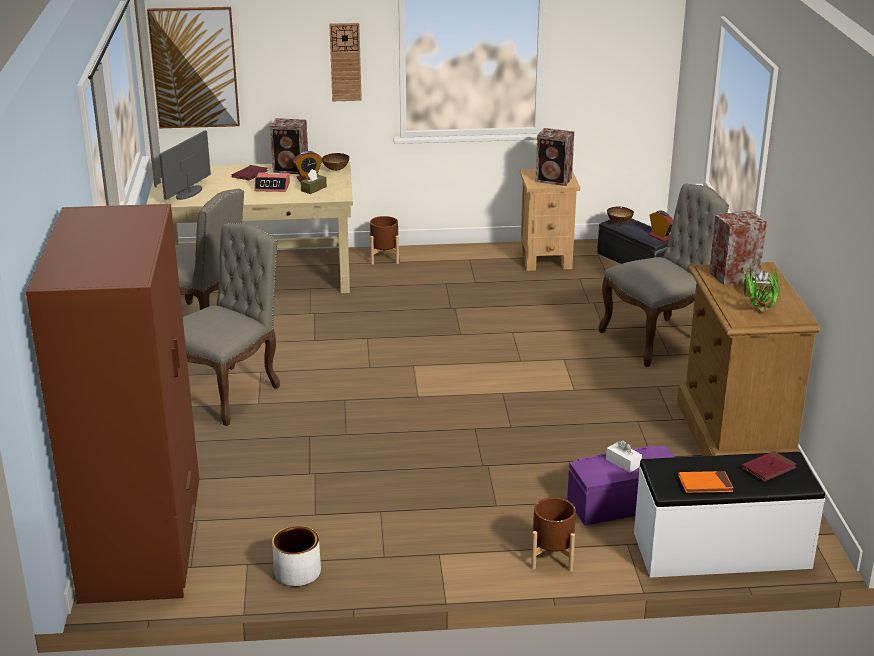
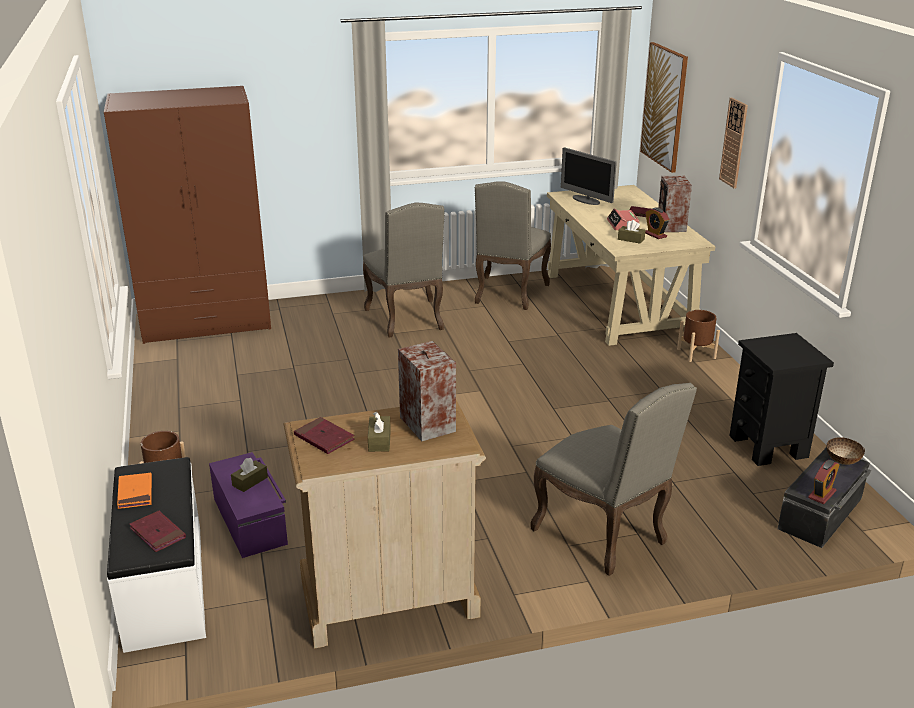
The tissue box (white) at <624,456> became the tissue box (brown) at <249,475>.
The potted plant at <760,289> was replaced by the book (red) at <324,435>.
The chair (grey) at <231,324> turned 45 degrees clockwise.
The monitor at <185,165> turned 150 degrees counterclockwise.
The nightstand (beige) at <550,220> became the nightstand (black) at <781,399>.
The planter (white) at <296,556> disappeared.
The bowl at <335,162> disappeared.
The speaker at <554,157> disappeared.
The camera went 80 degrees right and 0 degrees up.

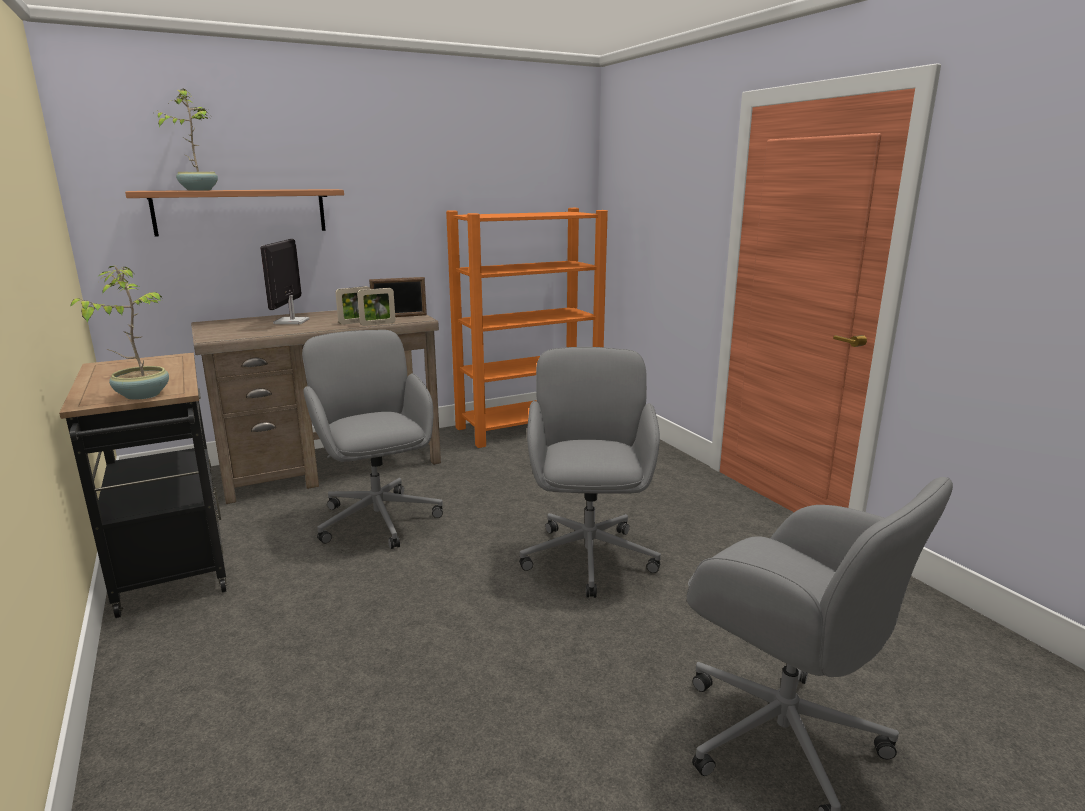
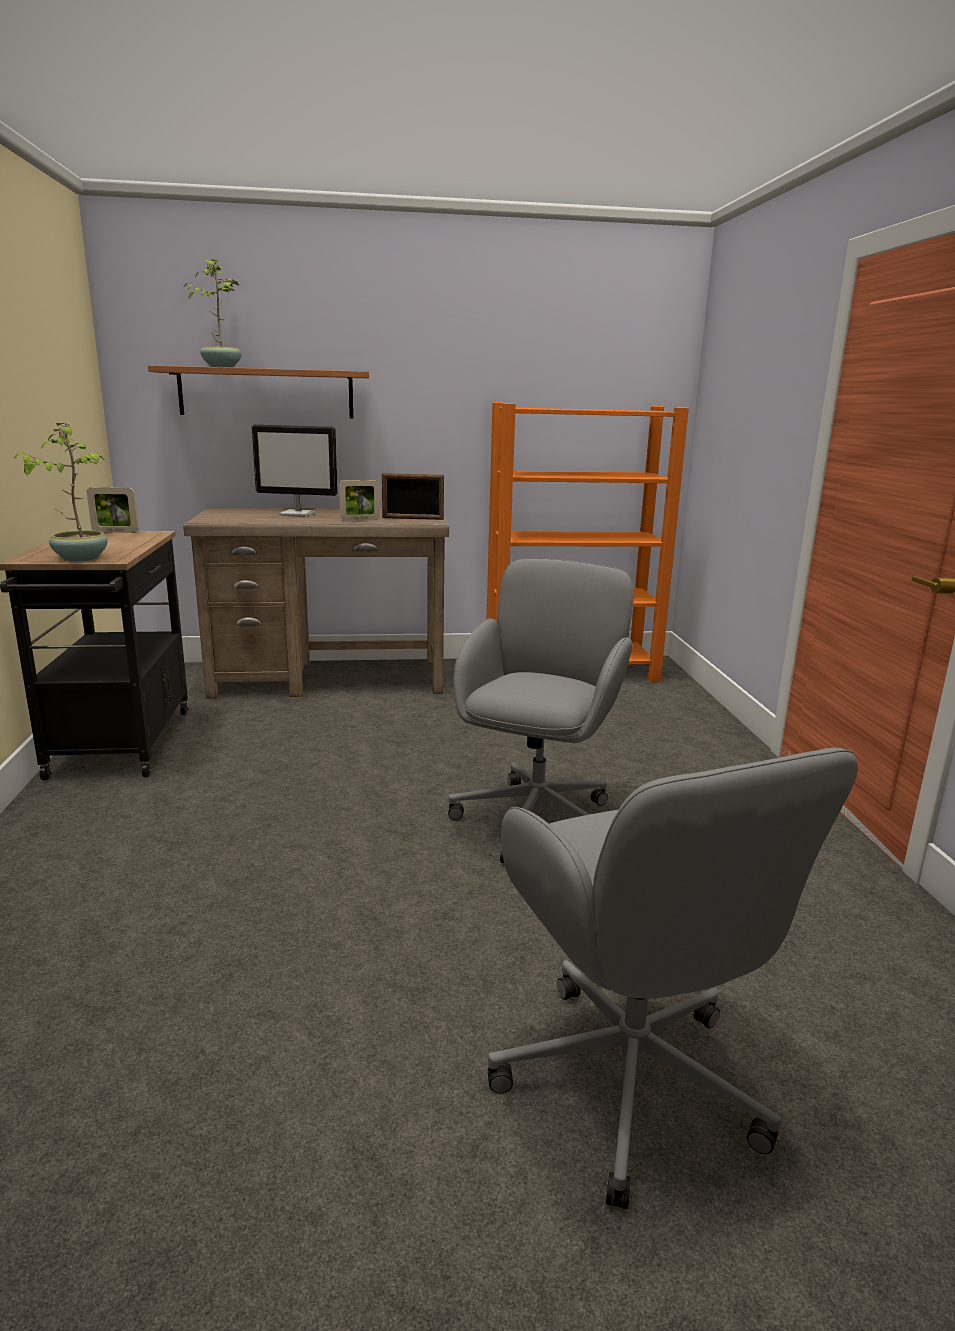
The picture frame moved from <376,307> to <113,510>.
The monitor at <284,281> turned 105 degrees counterclockwise.
The office chair (grey) at <372,439> disappeared.
The camera went 20 degrees right and 0 degrees up.

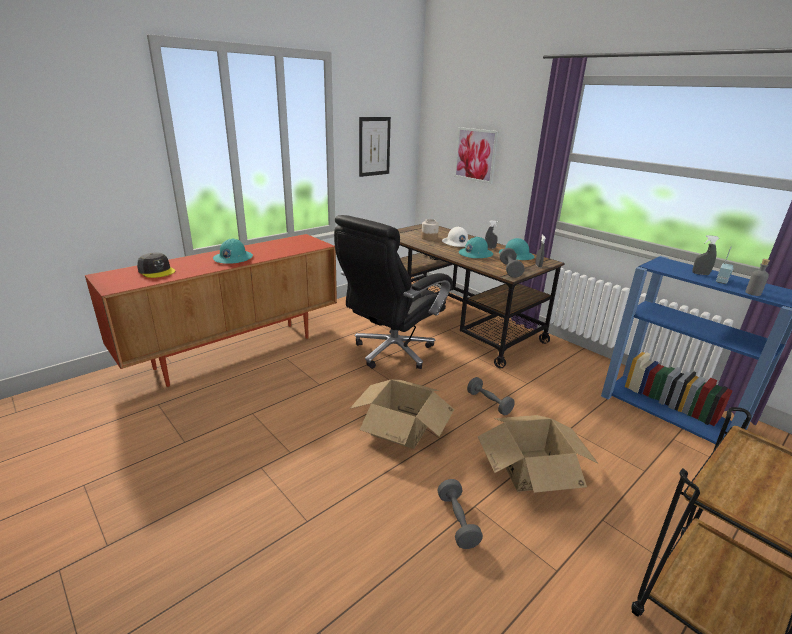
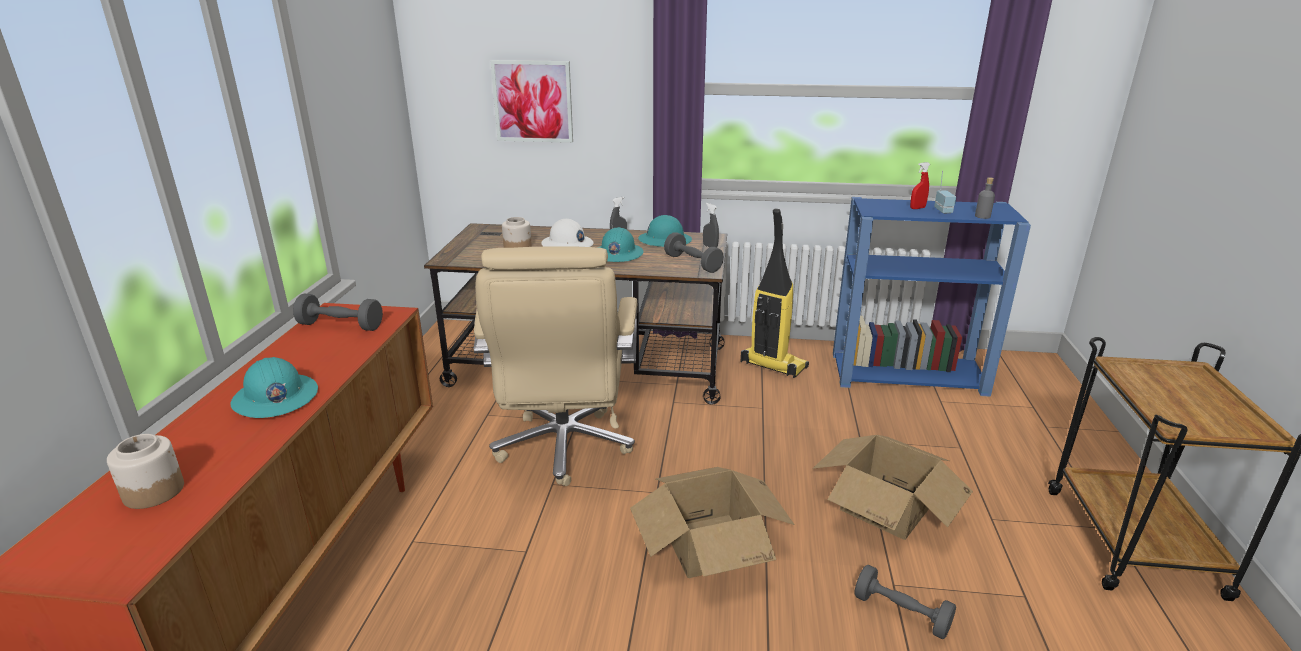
The cap (grey) at <156,265> was replaced by the jar at <145,471>.
The dumbbell (grey) moved from <491,396> to <338,312>.
The office chair (black) at <393,292> became the office chair (beige) at <555,366>.
The vacuum cleaner at <774,293> appeared.
The spray bottle (grey) at <706,255> became the spray bottle (red) at <920,185>.
The picture at <375,147> disappeared.
The camera went 40 degrees left and 0 degrees up.

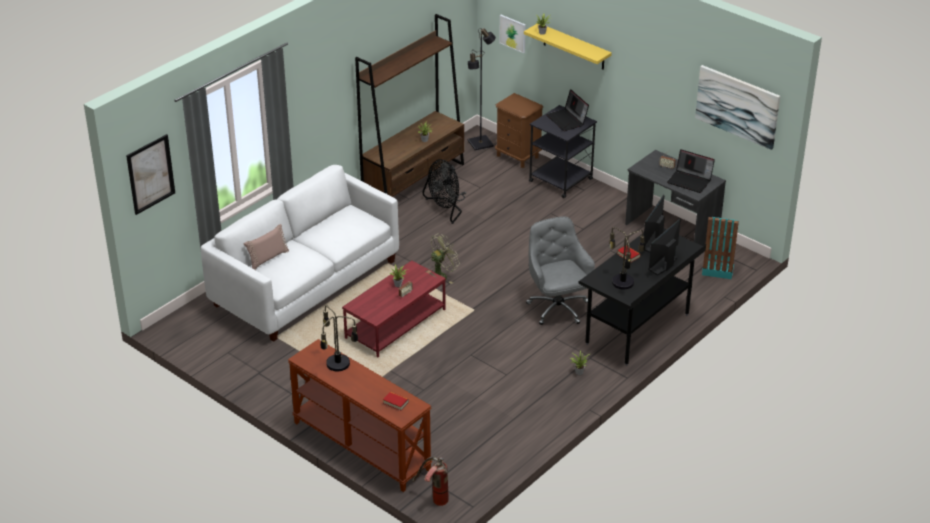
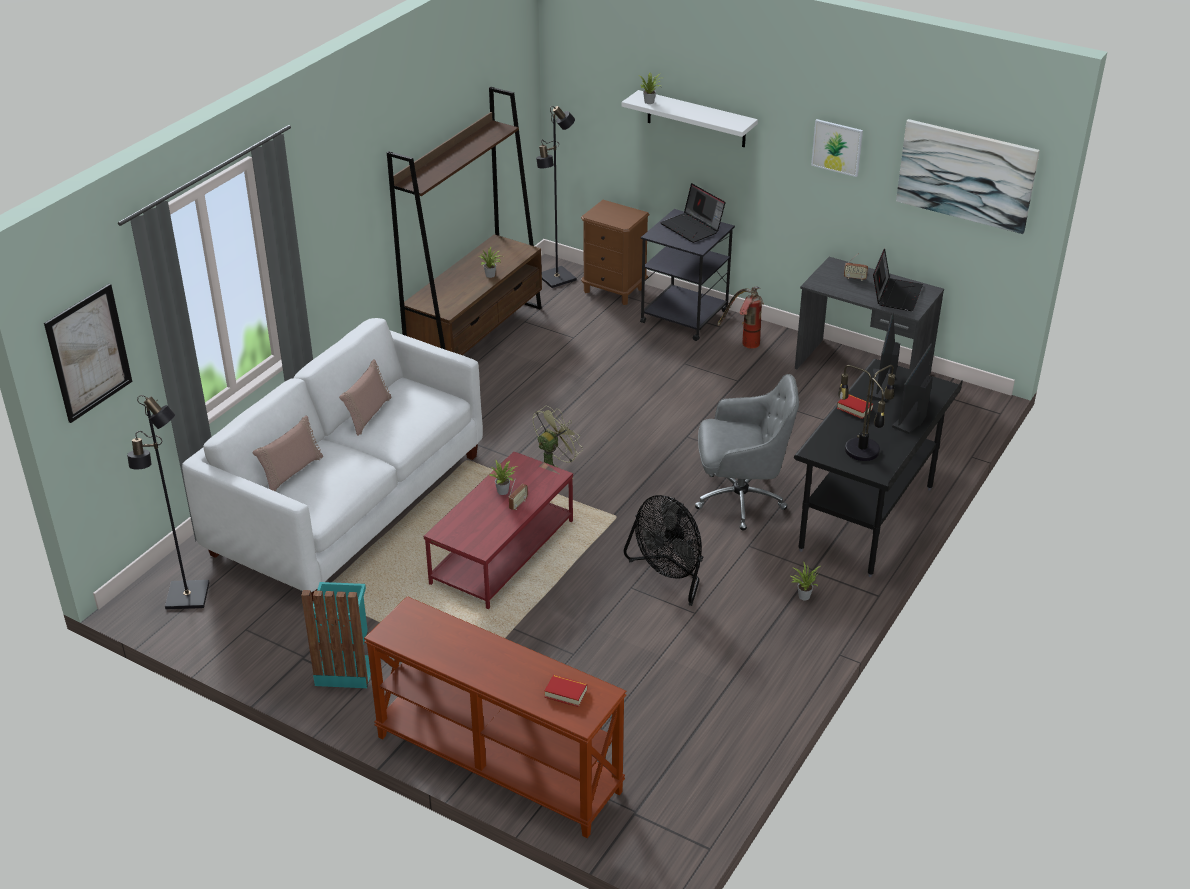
The floor lamp (black) at <168,502> appeared.
The trash can (turquoise) moved from <720,248> to <336,635>.
The pillow (beige) at <365,397> appeared.
The shelf (yellow) at <568,47> became the shelf (white) at <690,118>.
The fan (black) moved from <444,191> to <663,550>.
The office chair (grey) at <560,270> turned 120 degrees clockwise.
The fire extinguisher moved from <430,481> to <740,318>.
The picture moved from <512,34> to <837,148>.
The laptop at <691,171> turned 90 degrees counterclockwise.
The table lamp at <339,338> disappeared.
The camera went 10 degrees left and 0 degrees up.

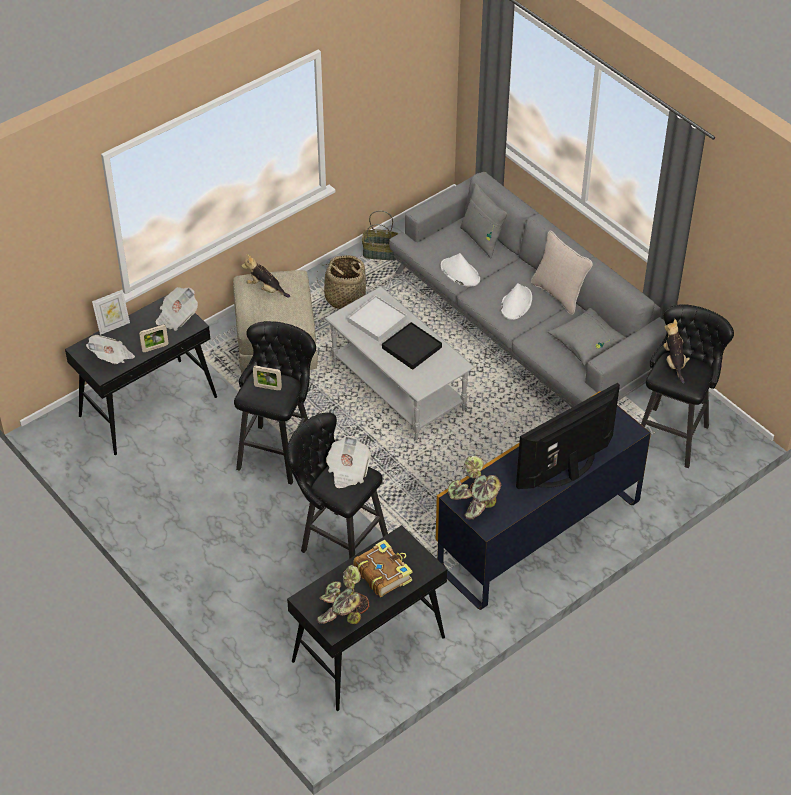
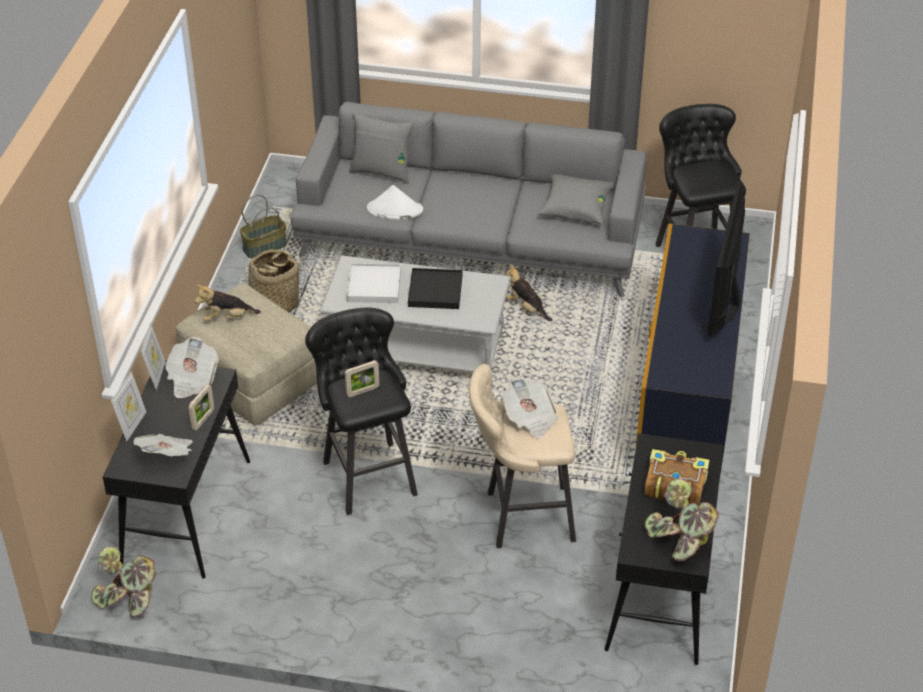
The potted plant moved from <474,487> to <123,582>.
The picture frame at <153,356> appeared.
The stool (black) at <337,485> became the stool (beige) at <522,456>.
The plush toy moved from <676,351> to <528,292>.
The hat (white) at <516,301> disappeared.
The pillow (beige) at <562,273> disappeared.
The camera went 40 degrees left and 5 degrees down.

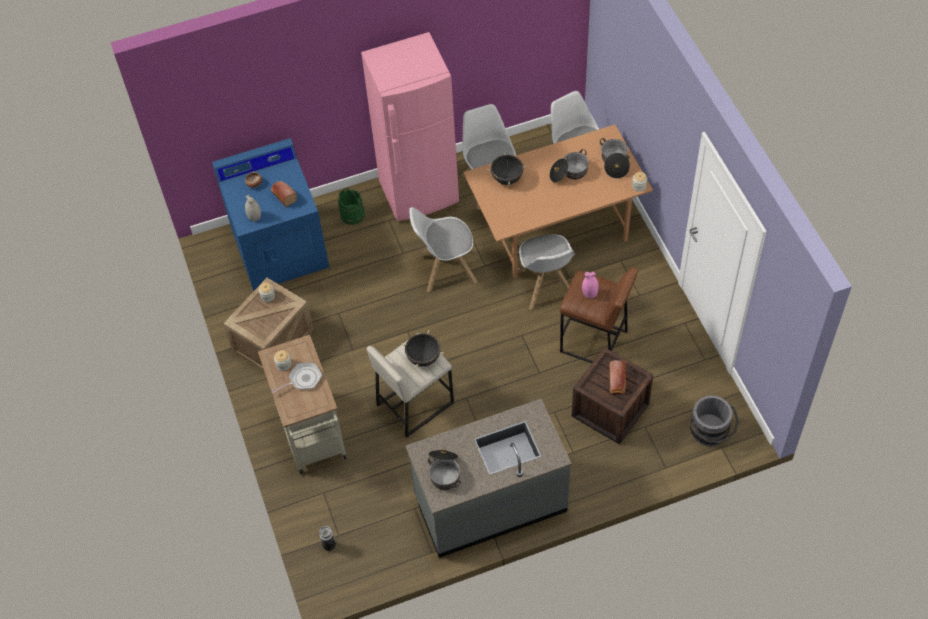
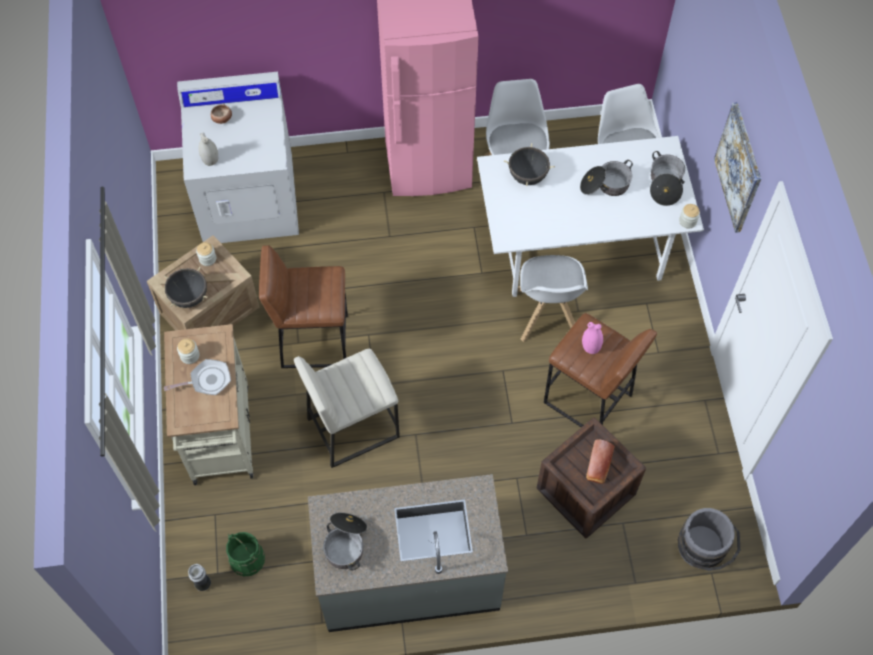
The cooking pot (black) moved from <422,348> to <185,287>.
The washing machine (blue) at <270,214> became the washing machine (white) at <238,157>.
The bucket (green) moved from <351,206> to <245,554>.
The stool (brown) at <303,306> appeared.
The dining table (brown) at <558,201> became the dining table (white) at <590,216>.
The picture at <737,167> appeared.
The bread at <284,194> disappeared.
The chair at <443,249> disappeared.
The camera went 10 degrees right and 5 degrees up.

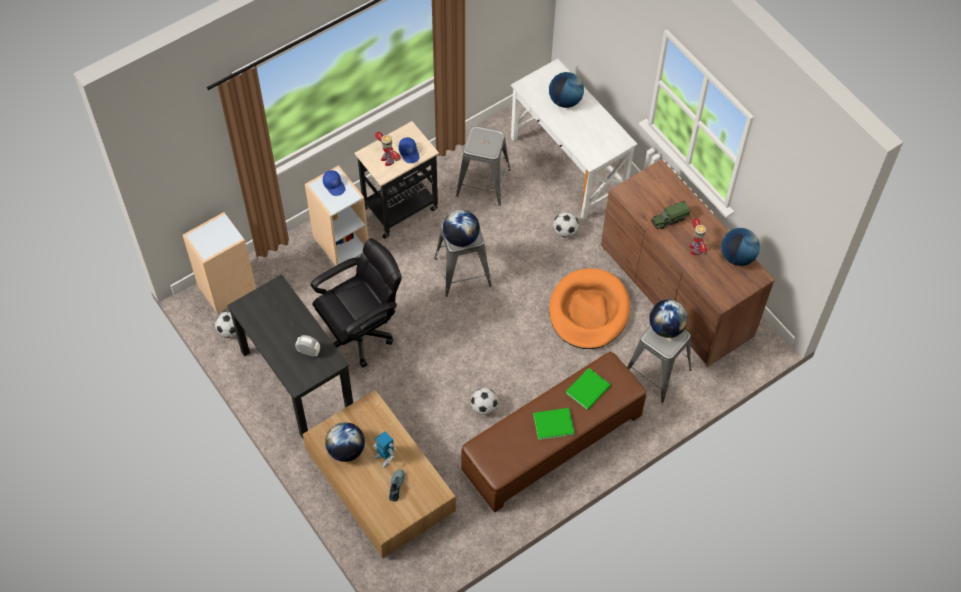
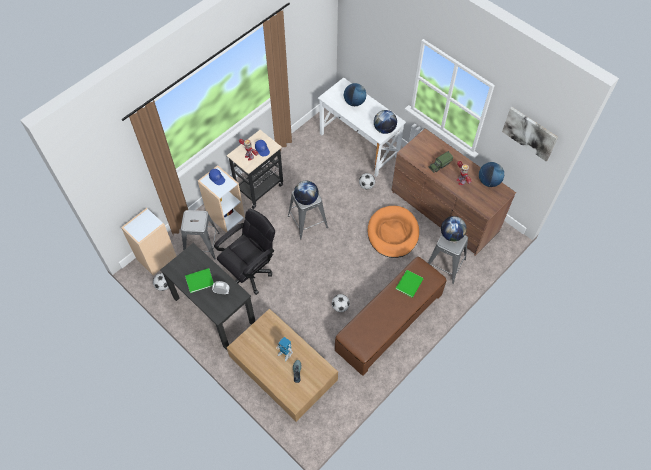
The stool (grey) moved from <483,166> to <200,235>.
The book (green) moved from <553,424> to <199,280>.
The globe moved from <345,442> to <385,122>.
The picture at <530,134> appeared.
The camera went 10 degrees left and 0 degrees up.

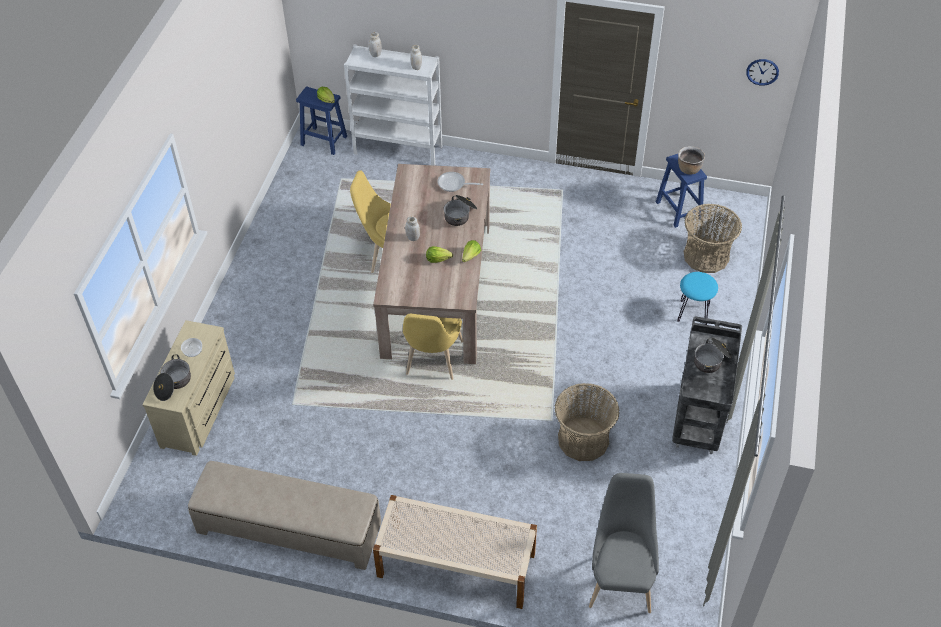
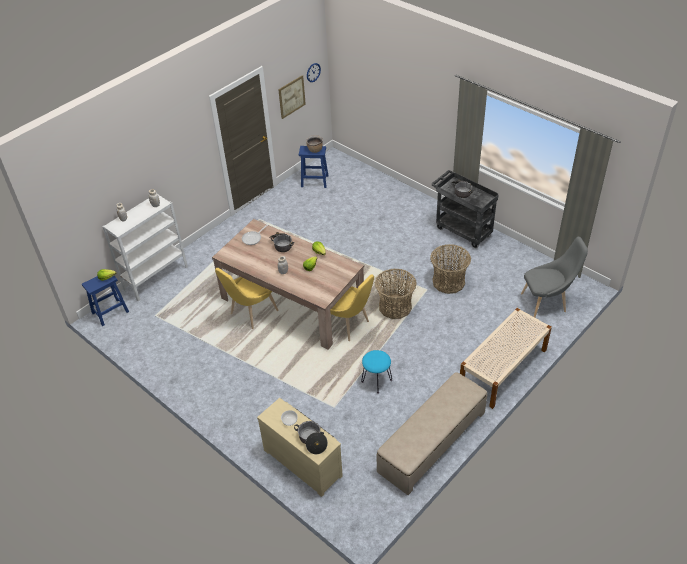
The picture at <292,97> appeared.
The stool (turquoise) moved from <697,298> to <376,372>.
The basket moved from <713,238> to <396,294>.
The chair (grey) at <624,543> turned 135 degrees clockwise.
The camera went 60 degrees left and 5 degrees down.

